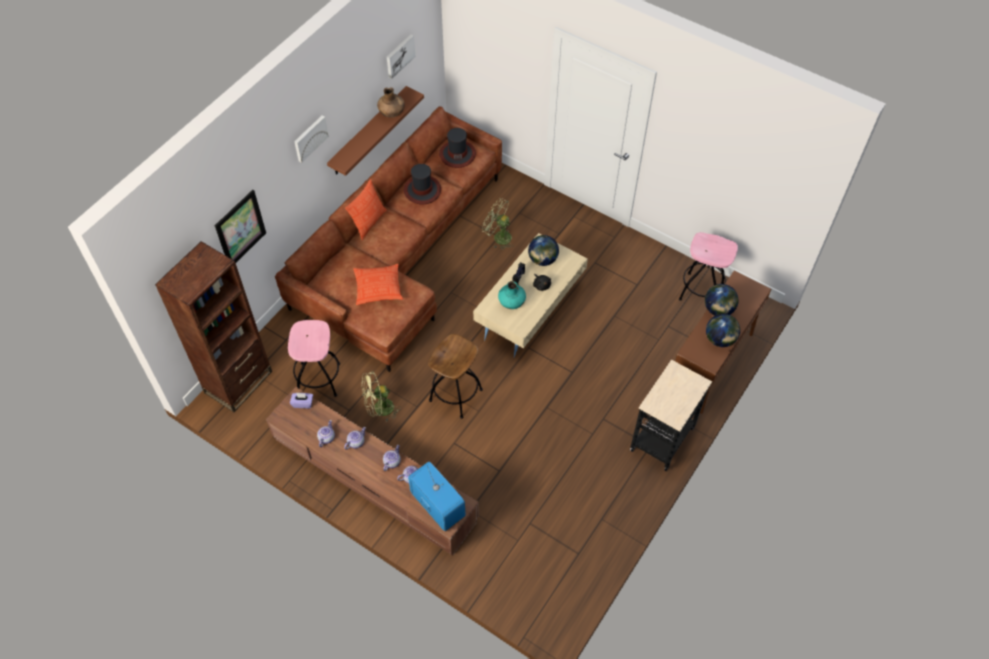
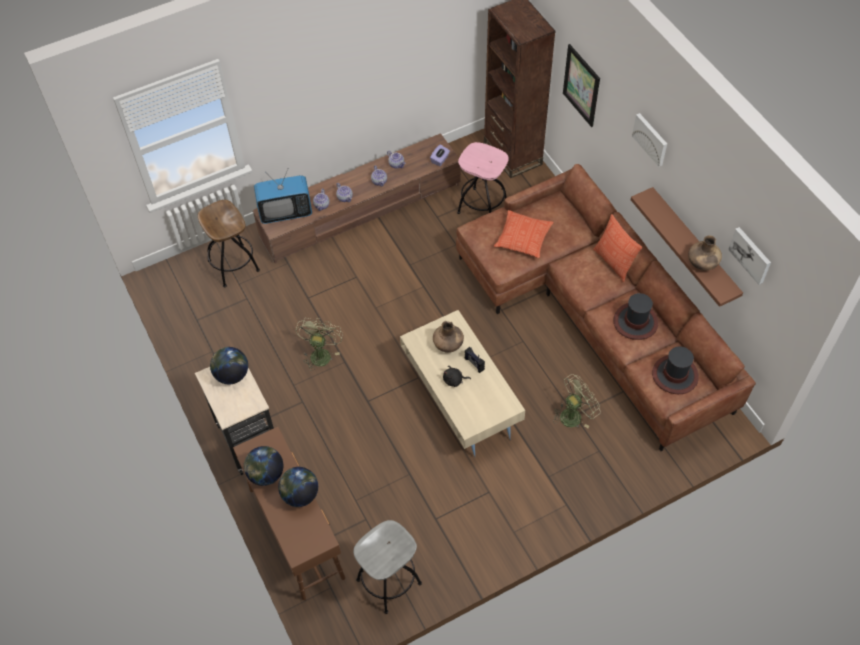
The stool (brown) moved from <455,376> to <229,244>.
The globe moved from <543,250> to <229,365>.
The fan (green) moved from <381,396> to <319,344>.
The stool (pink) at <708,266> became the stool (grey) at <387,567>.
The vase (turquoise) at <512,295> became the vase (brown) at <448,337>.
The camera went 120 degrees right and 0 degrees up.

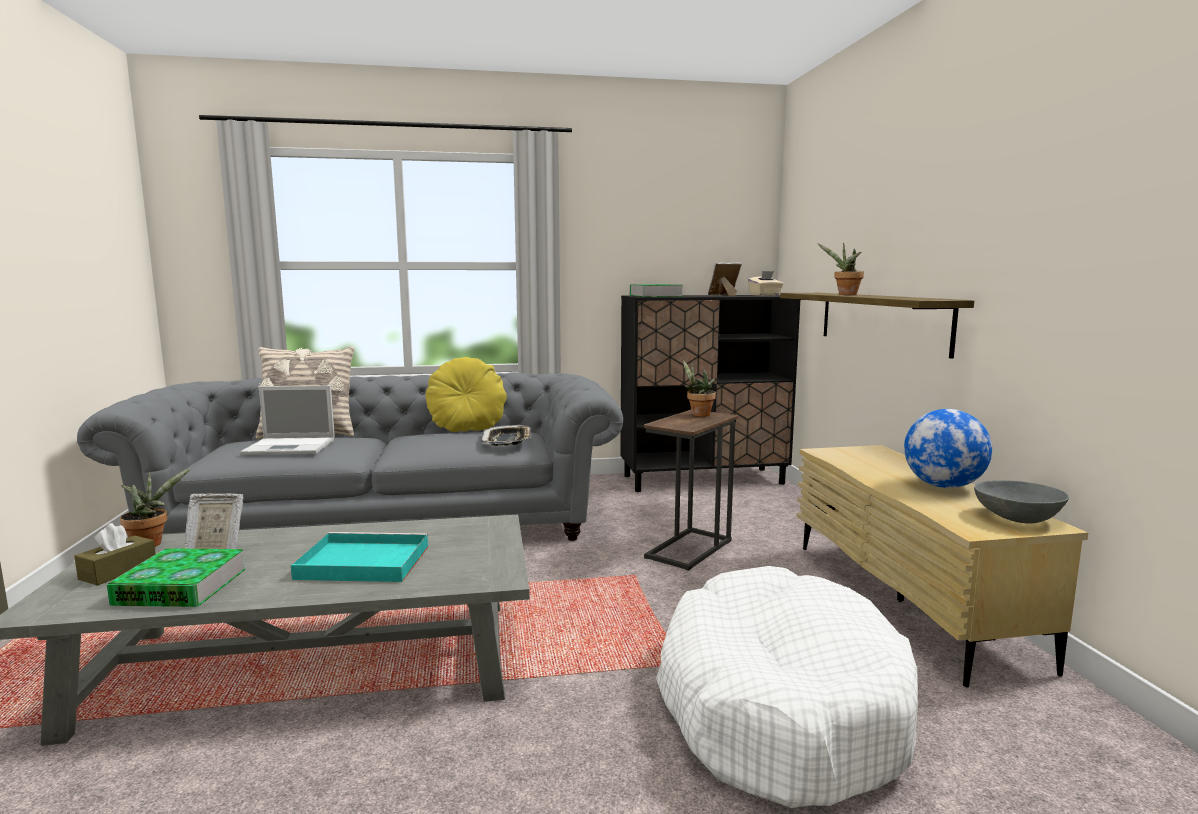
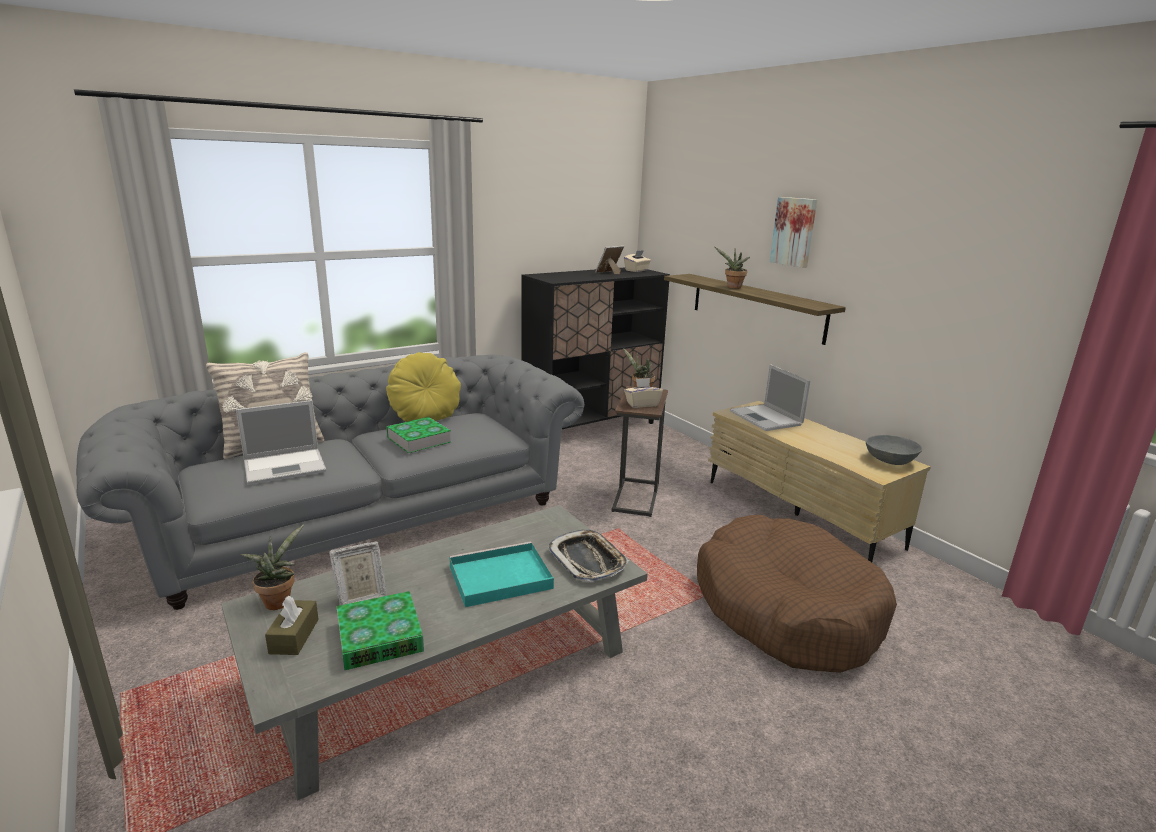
The book moved from <656,290> to <418,435>.
The tray moved from <506,435> to <588,556>.
The tissue box (beige) at <643,393> appeared.
The dog bed (white) at <787,687> became the dog bed (brown) at <797,594>.
The laptop at <770,397> appeared.
The picture at <793,232> appeared.
The globe at <948,448> disappeared.
The camera went 25 degrees left and 10 degrees up.

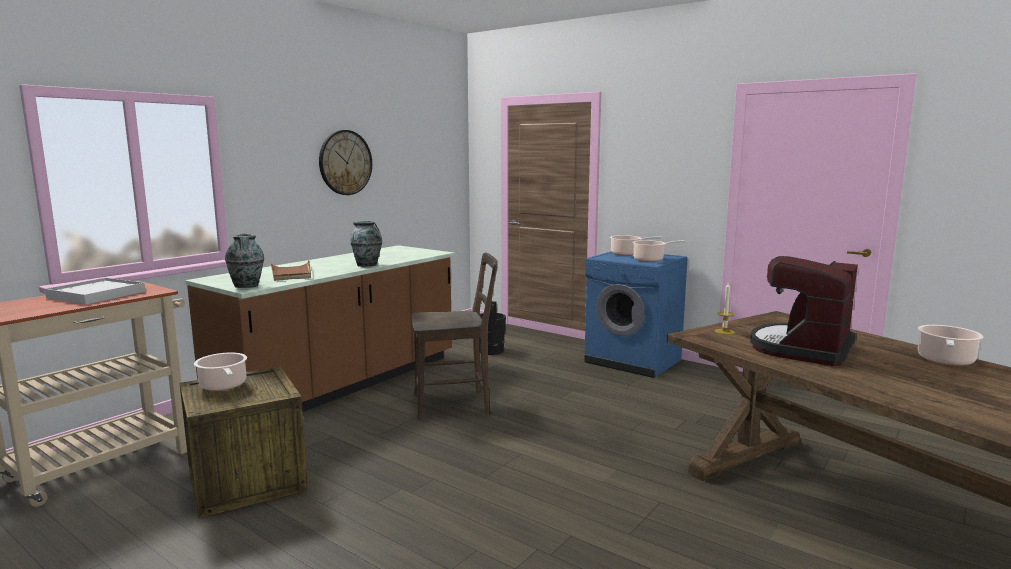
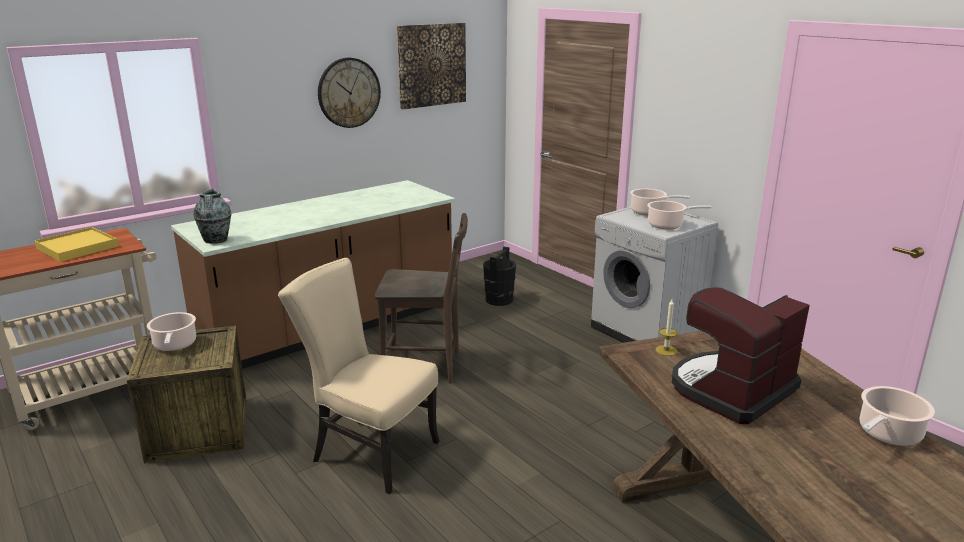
The tray (white) at <95,291> became the tray (yellow) at <76,244>.
The chair (beige) at <359,376> appeared.
The picture at <431,66> appeared.
The washing machine (blue) at <635,315> became the washing machine (white) at <654,275>.
The tray (brown) at <290,270> disappeared.
The vase at <366,244> disappeared.
The camera went 15 degrees right and 10 degrees up.

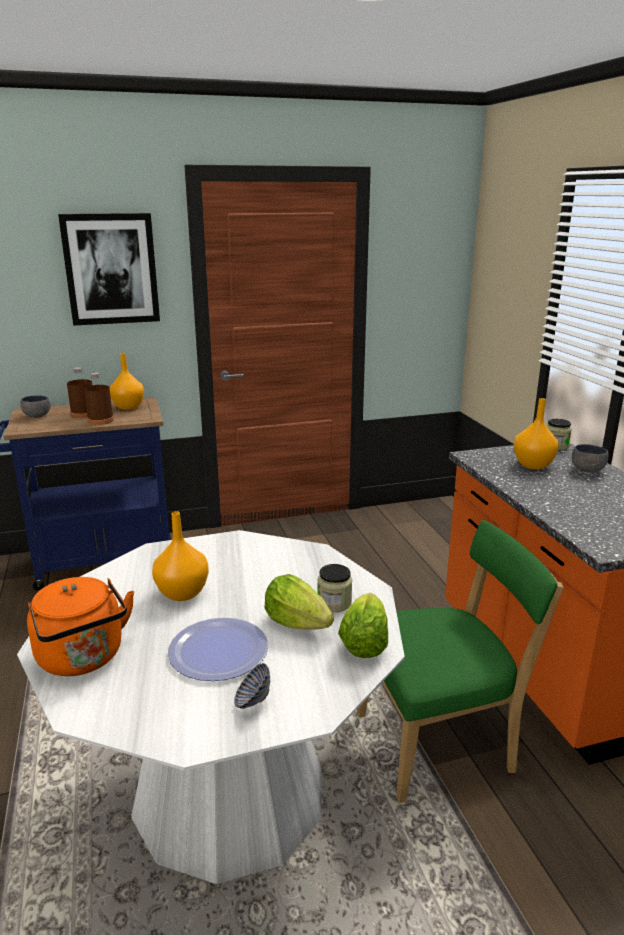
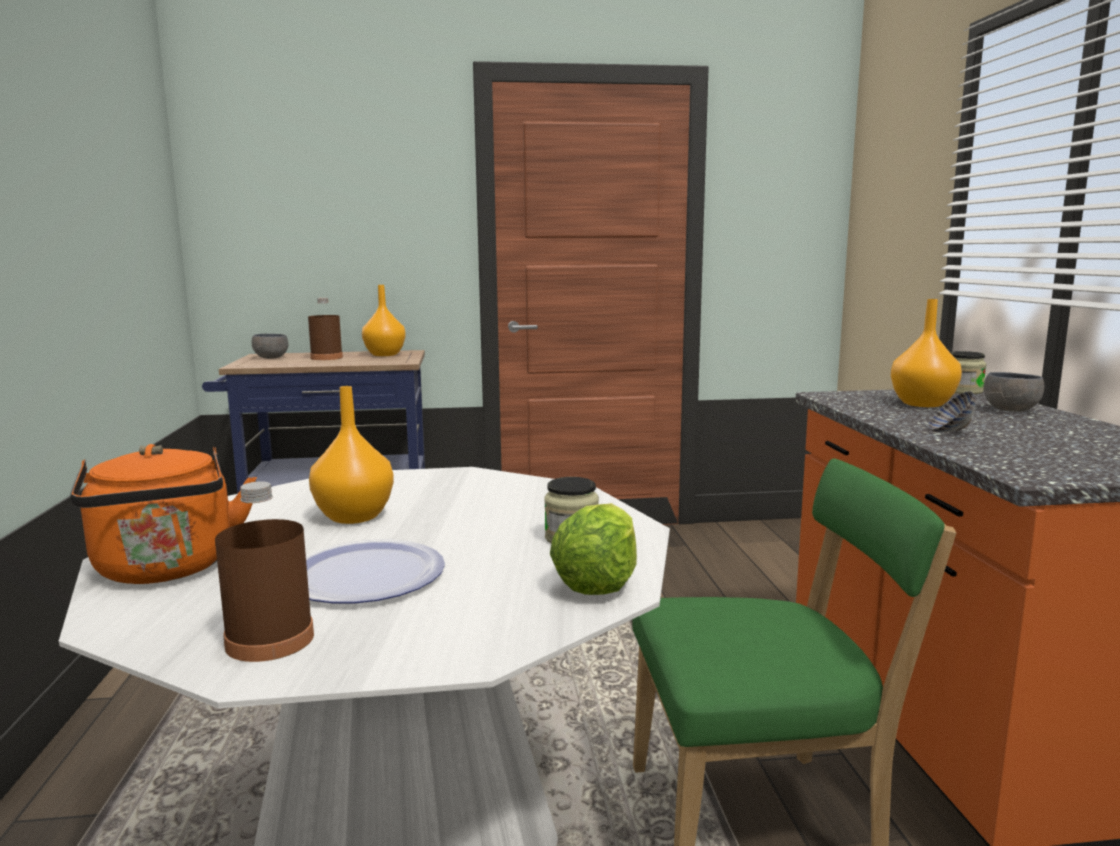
The bottle (brown) moved from <99,399> to <264,571>.
The bowl moved from <252,686> to <952,411>.
The picture at <109,269> disappeared.
The lettuce at <299,602> disappeared.
The camera went 10 degrees right and 10 degrees down.

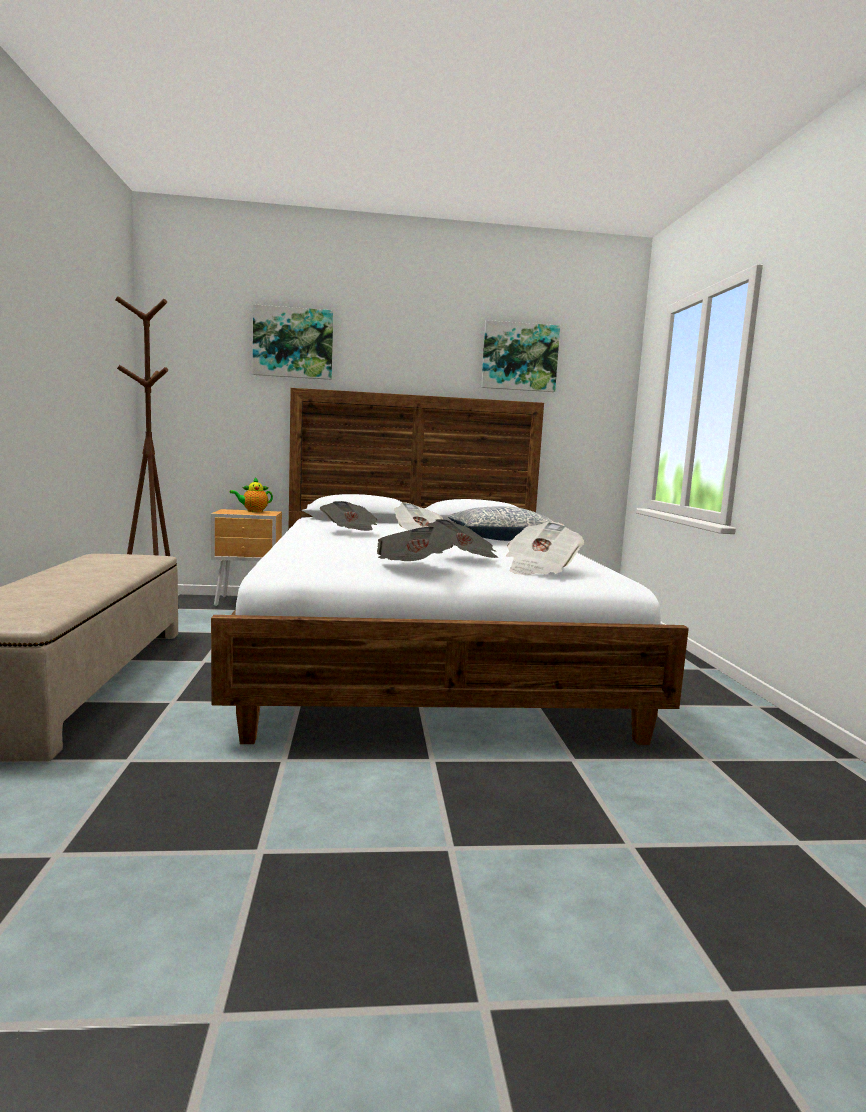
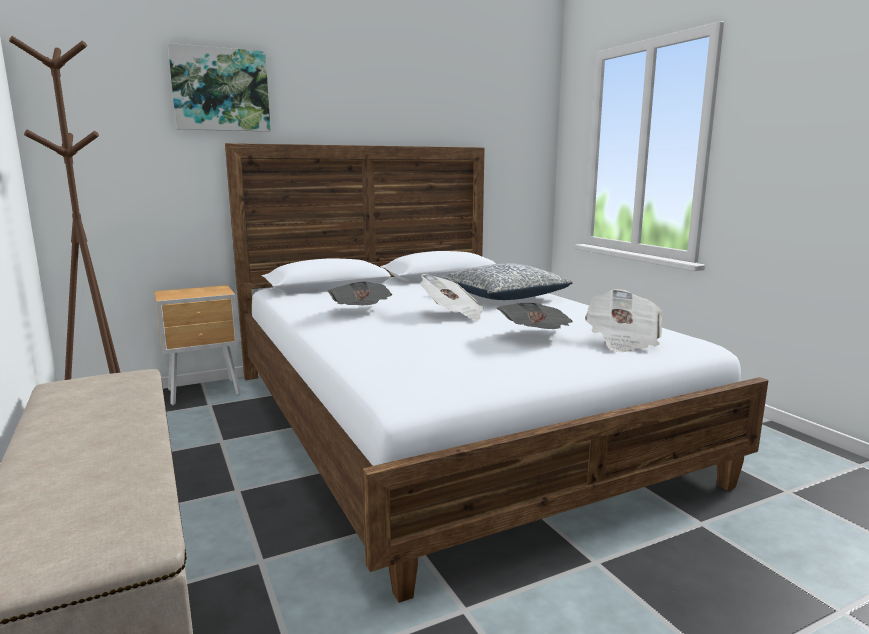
The teapot at <251,494> disappeared.
The newspaper at <415,544> disappeared.
The picture at <520,356> disappeared.
The camera went 20 degrees left and 5 degrees up.

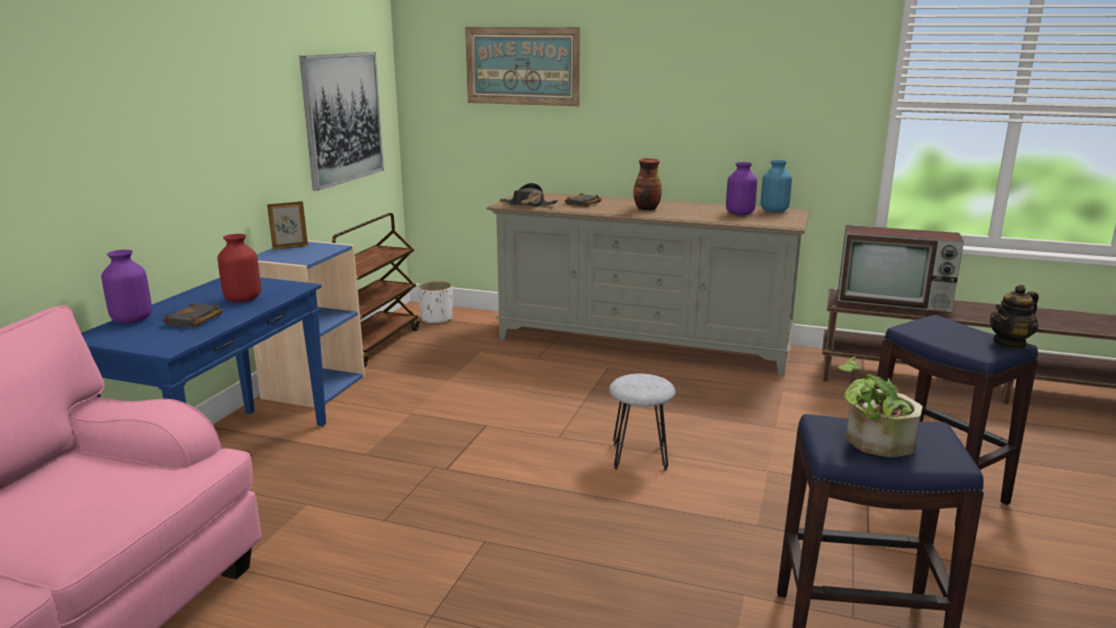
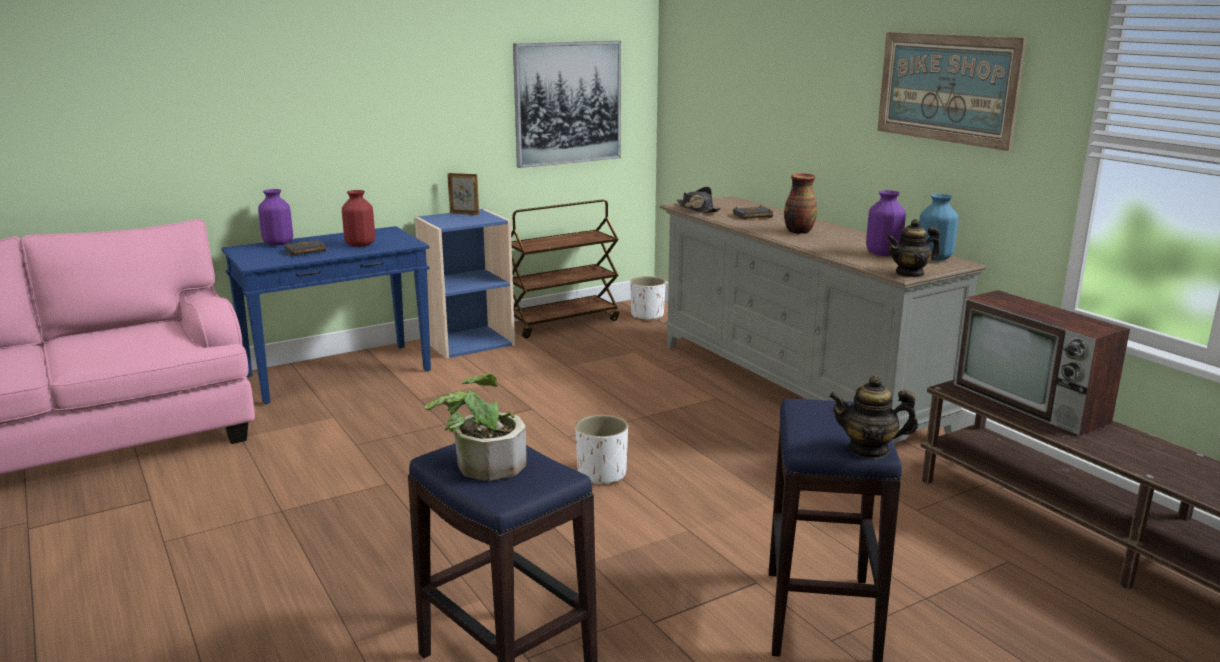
The stool (grey) at <642,422> was replaced by the planter (white) at <601,449>.
The picture moved from <523,66> to <952,91>.
The teapot at <913,248> appeared.
The camera went 40 degrees right and 0 degrees up.

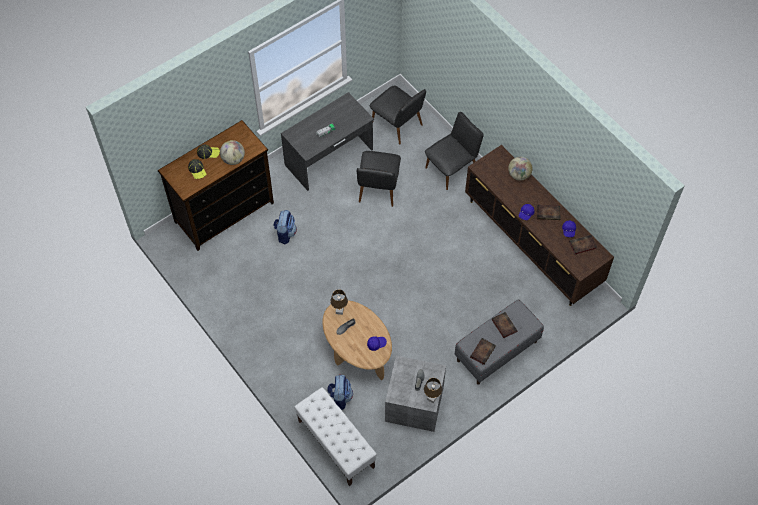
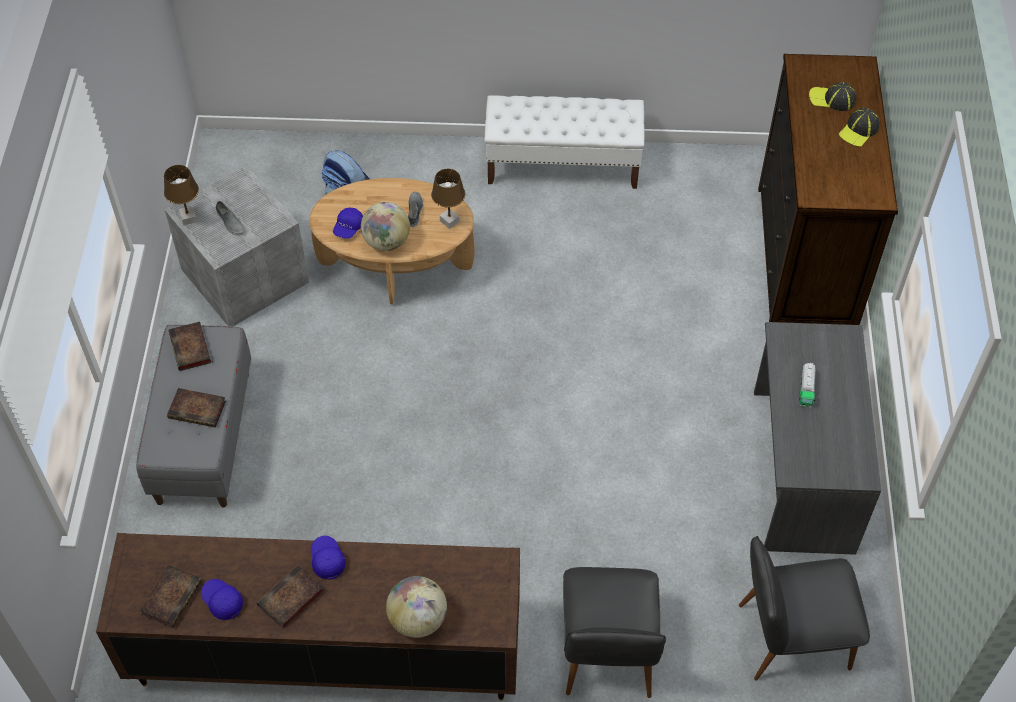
The globe moved from <232,152> to <385,226>.
The bench (white) moved from <335,436> to <564,142>.
The backpack at <285,227> disappeared.
The chair (black) at <379,179> disappeared.
The camera went 130 degrees right and 5 degrees down.

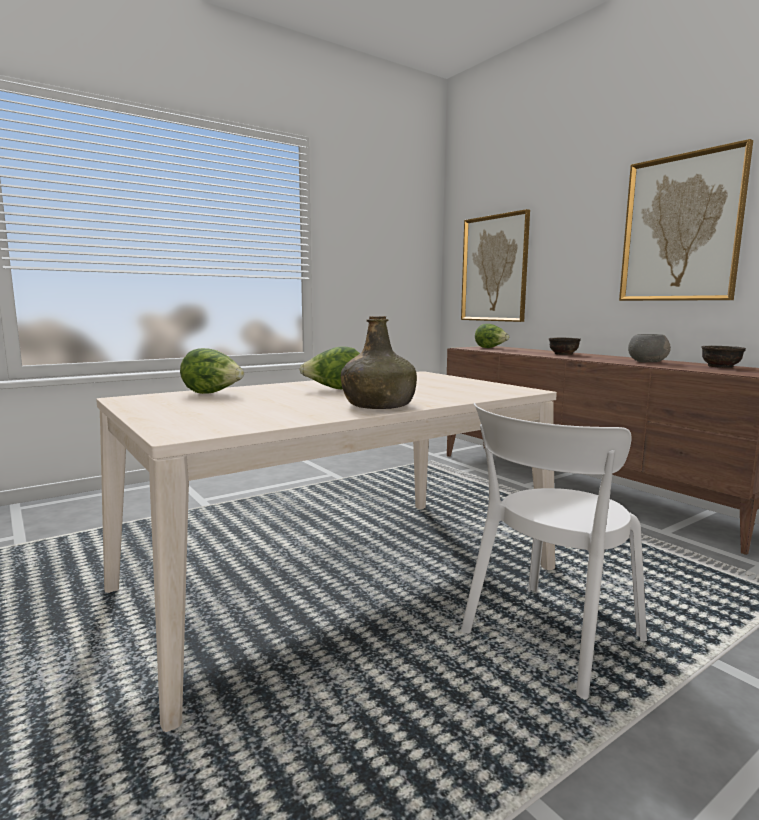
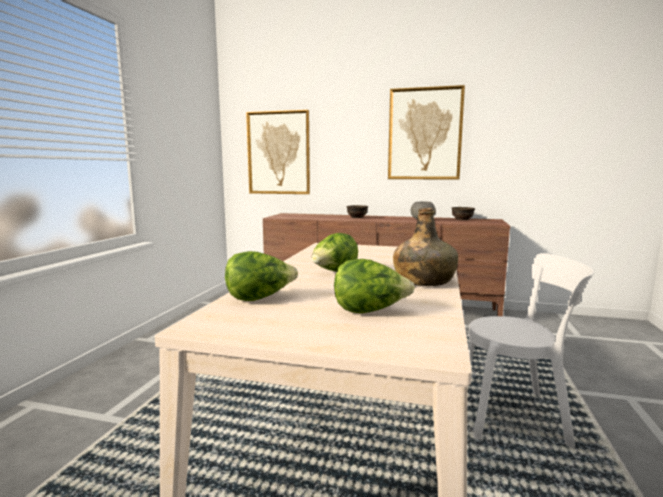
The lettuce moved from <492,336> to <374,286>.
The chair (white) at <554,551> turned 90 degrees counterclockwise.
The camera went 40 degrees left and 0 degrees up.

